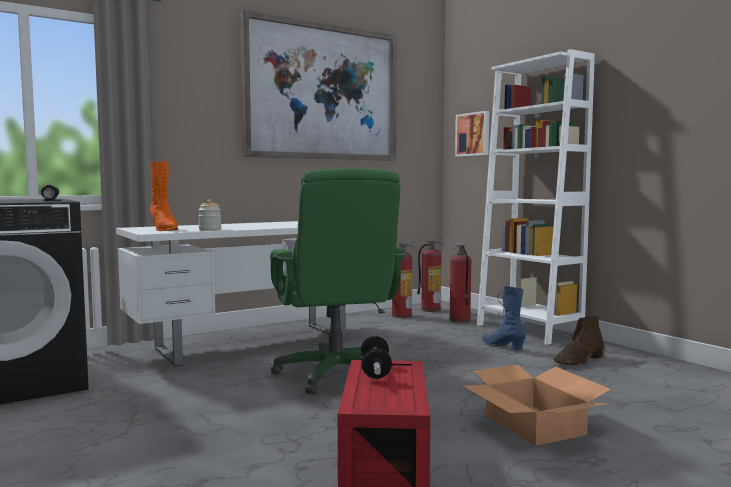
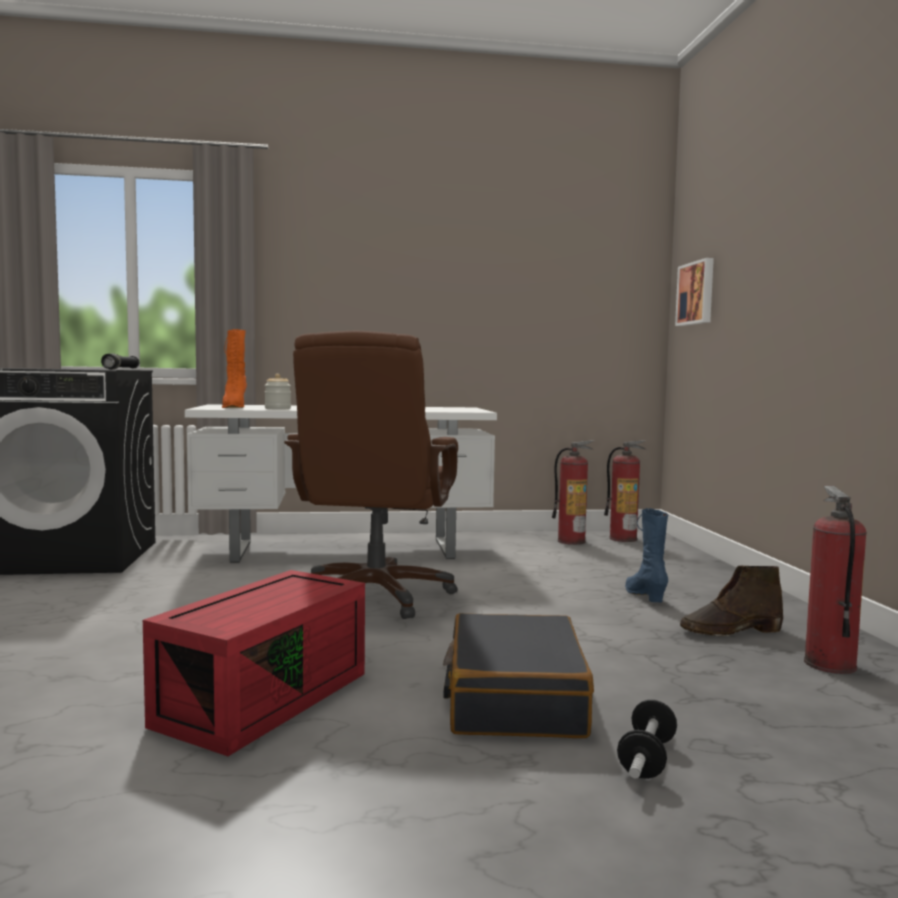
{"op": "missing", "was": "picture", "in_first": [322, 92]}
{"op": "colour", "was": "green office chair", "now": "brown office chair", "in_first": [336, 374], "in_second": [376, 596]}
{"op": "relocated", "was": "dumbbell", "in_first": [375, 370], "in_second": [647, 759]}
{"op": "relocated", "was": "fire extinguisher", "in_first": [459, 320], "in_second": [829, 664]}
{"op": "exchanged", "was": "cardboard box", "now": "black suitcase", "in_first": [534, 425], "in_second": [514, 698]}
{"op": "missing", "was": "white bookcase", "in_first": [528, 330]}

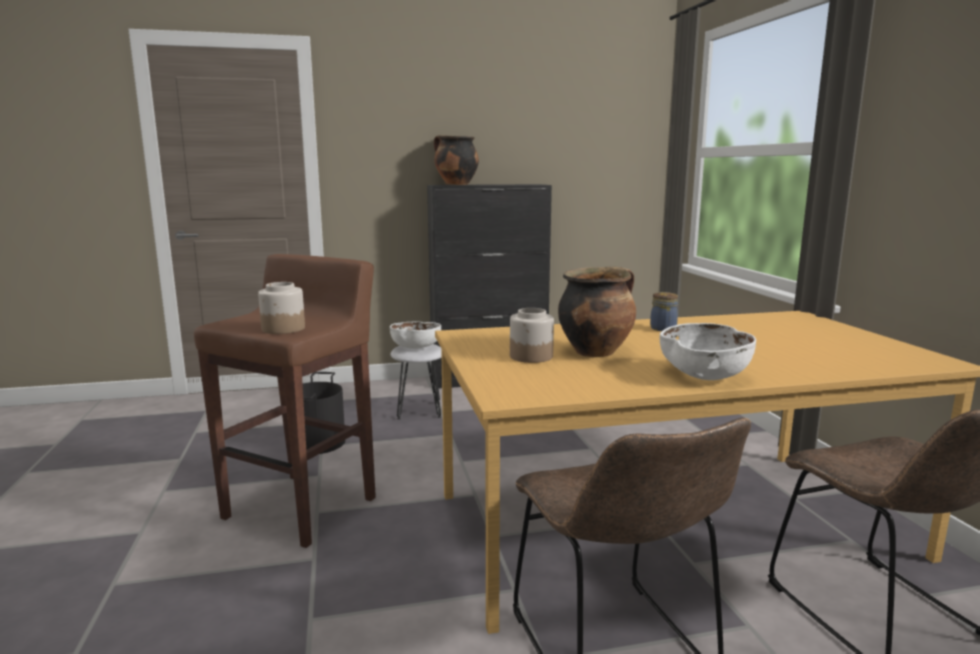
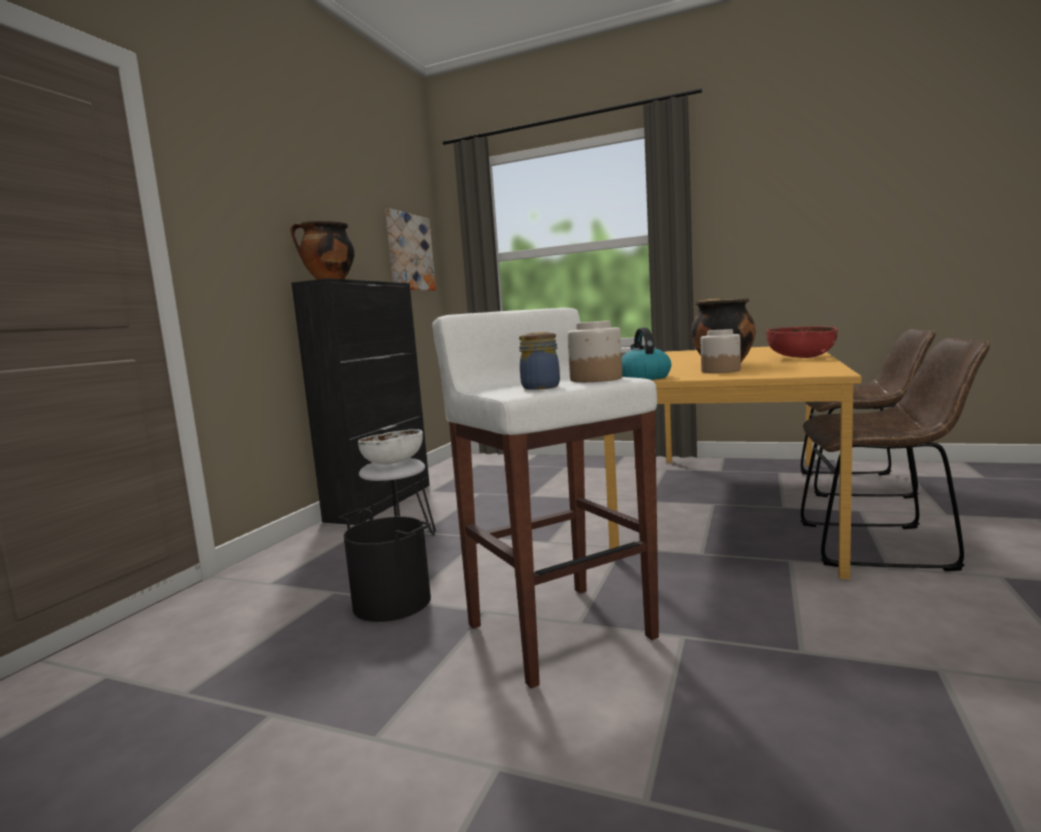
{"op": "colour", "was": "brown stool", "now": "white stool", "in_first": [302, 507], "in_second": [558, 630]}
{"op": "relocated", "was": "jar", "in_first": [663, 328], "in_second": [539, 387]}
{"op": "colour", "was": "white bowl", "now": "red bowl", "in_first": [705, 375], "in_second": [800, 358]}
{"op": "appeared", "now": "picture", "in_second": [409, 252]}
{"op": "appeared", "now": "kettle", "in_second": [644, 378]}

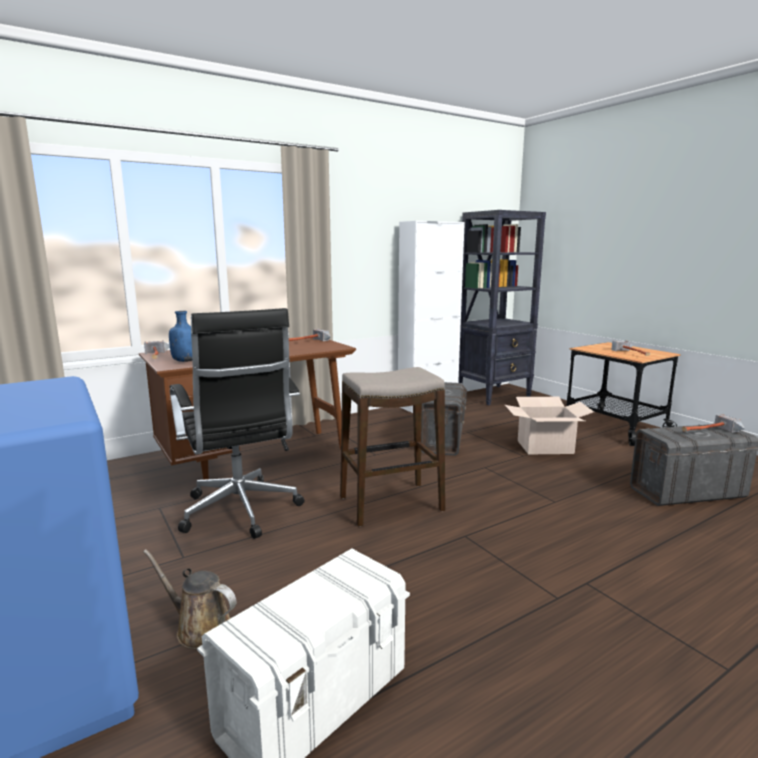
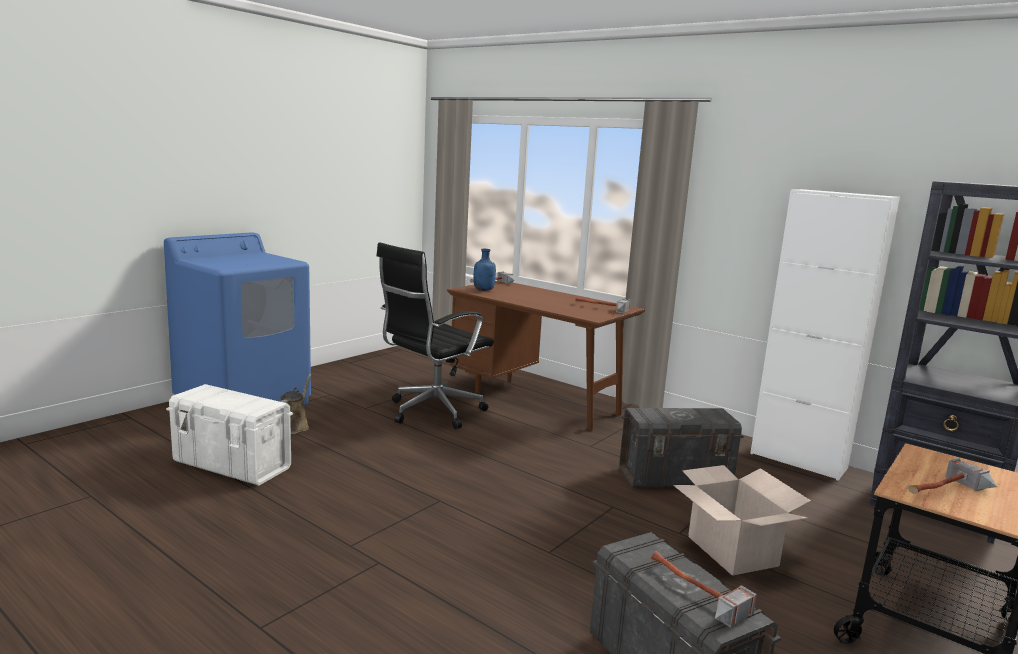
{"op": "missing", "was": "stool", "in_first": [390, 504]}

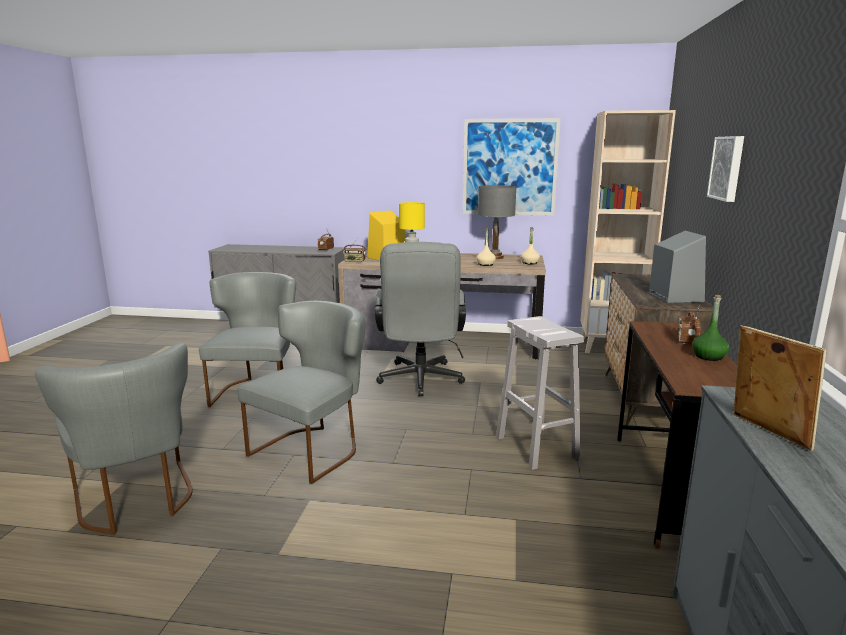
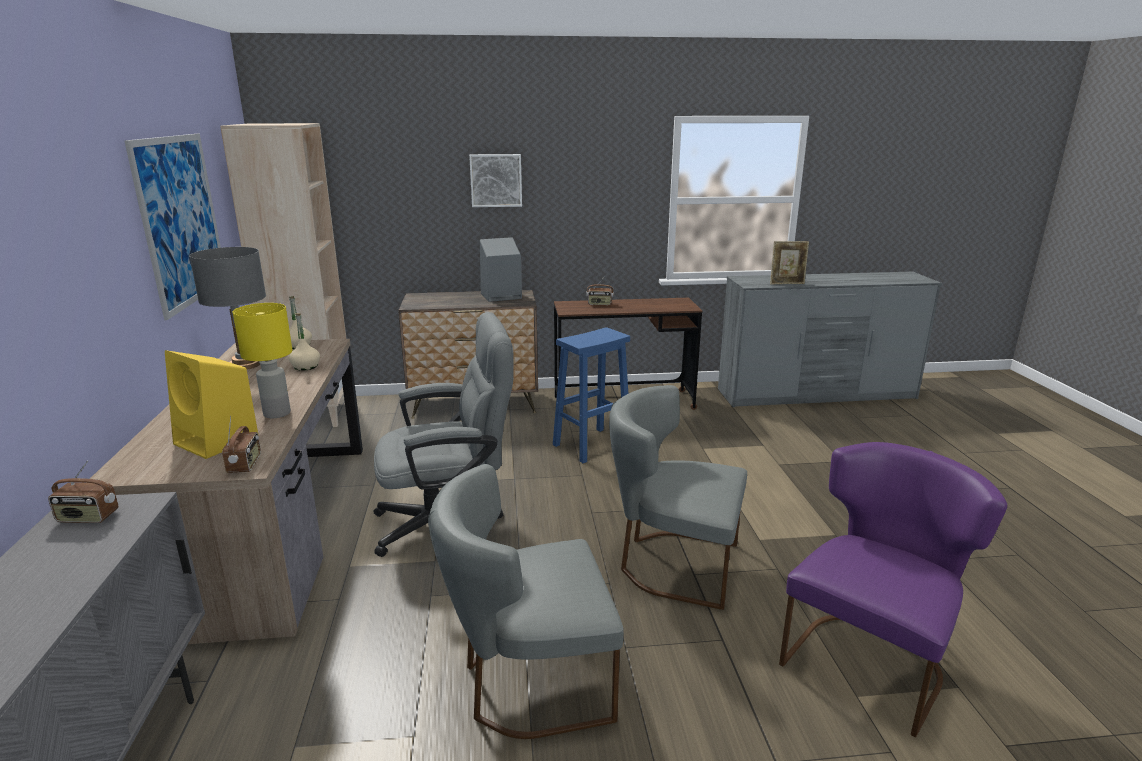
{"op": "colour", "was": "grey chair", "now": "purple chair", "in_first": [137, 502], "in_second": [870, 658]}
{"op": "colour", "was": "white stool", "now": "blue stool", "in_first": [535, 447], "in_second": [591, 445]}
{"op": "missing", "was": "green bottle", "in_first": [708, 356]}
{"op": "spun", "was": "picture frame", "in_first": [766, 432], "in_second": [787, 283], "clockwise": -150}

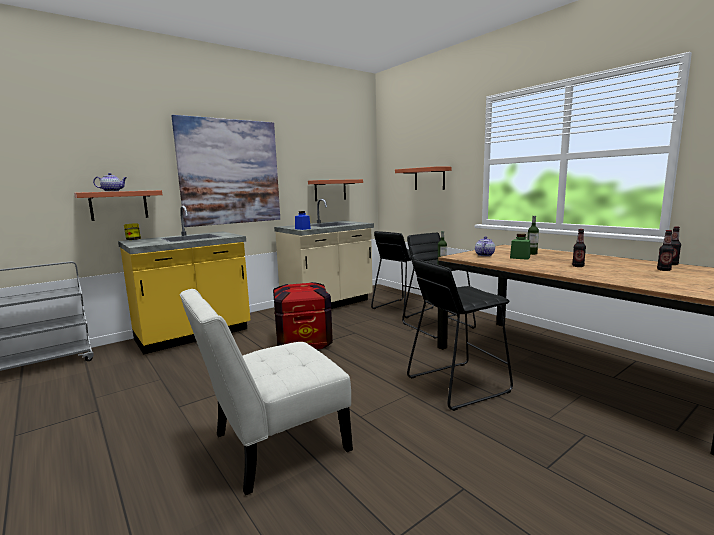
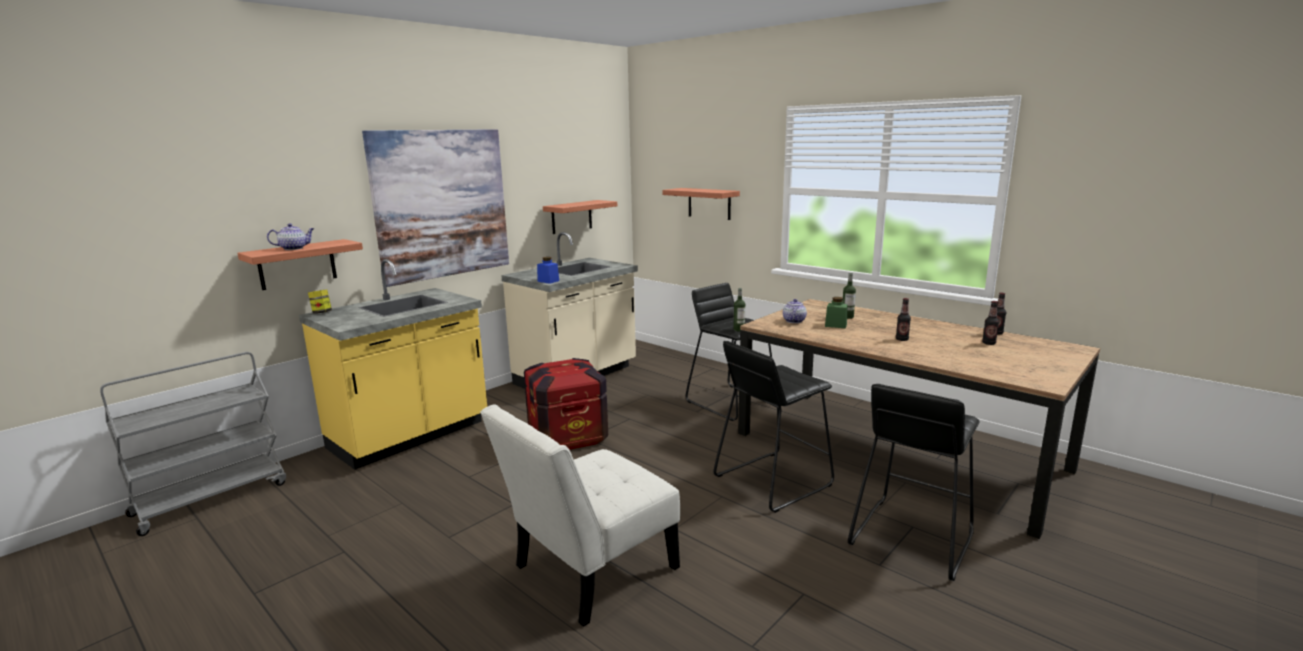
{"op": "relocated", "was": "black stool", "in_first": [402, 308], "in_second": [911, 537]}

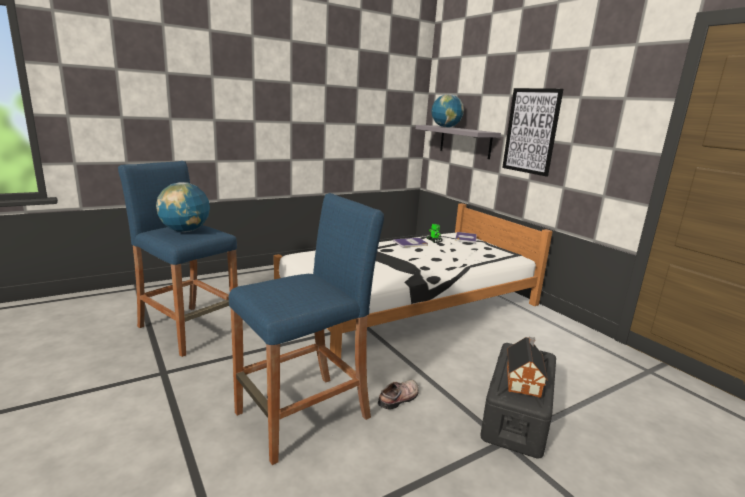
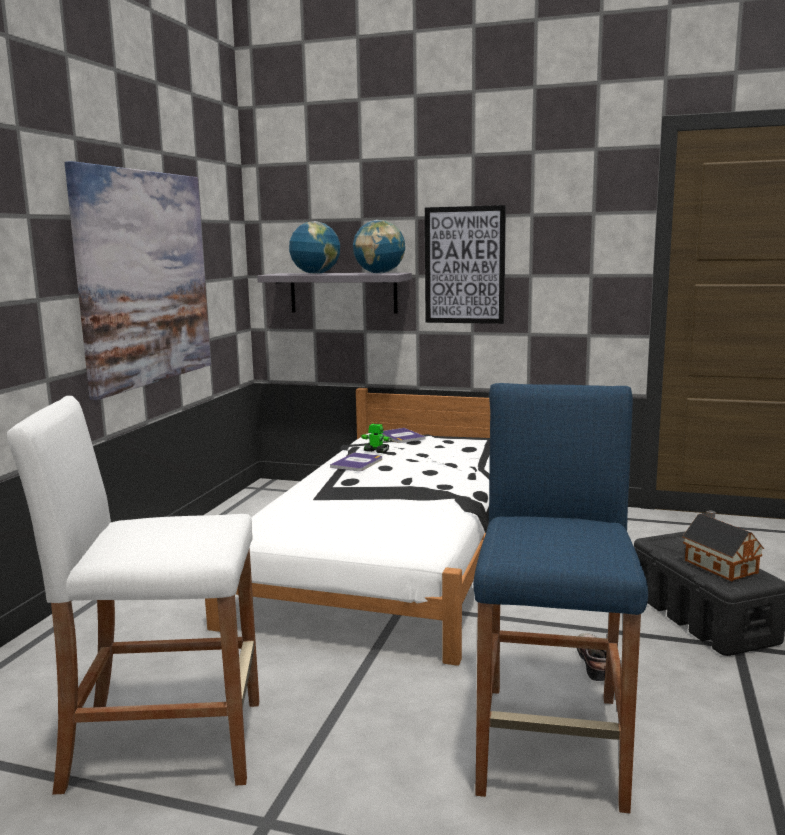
{"op": "colour", "was": "blue stool", "now": "white stool", "in_first": [188, 329], "in_second": [166, 744]}
{"op": "relocated", "was": "globe", "in_first": [185, 231], "in_second": [379, 273]}
{"op": "appeared", "now": "picture", "in_second": [145, 278]}

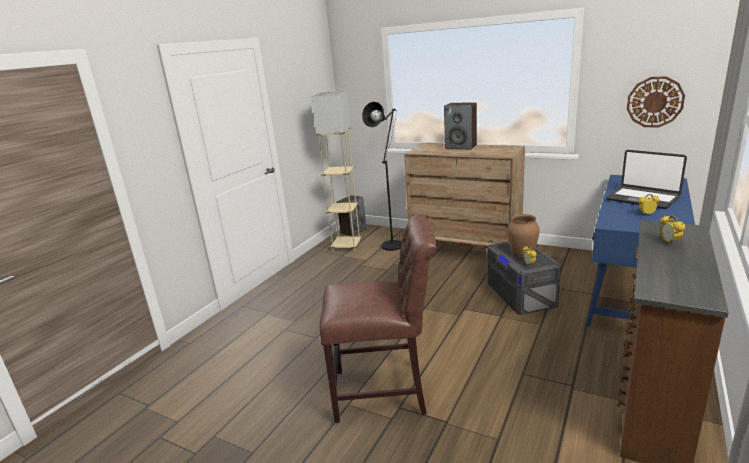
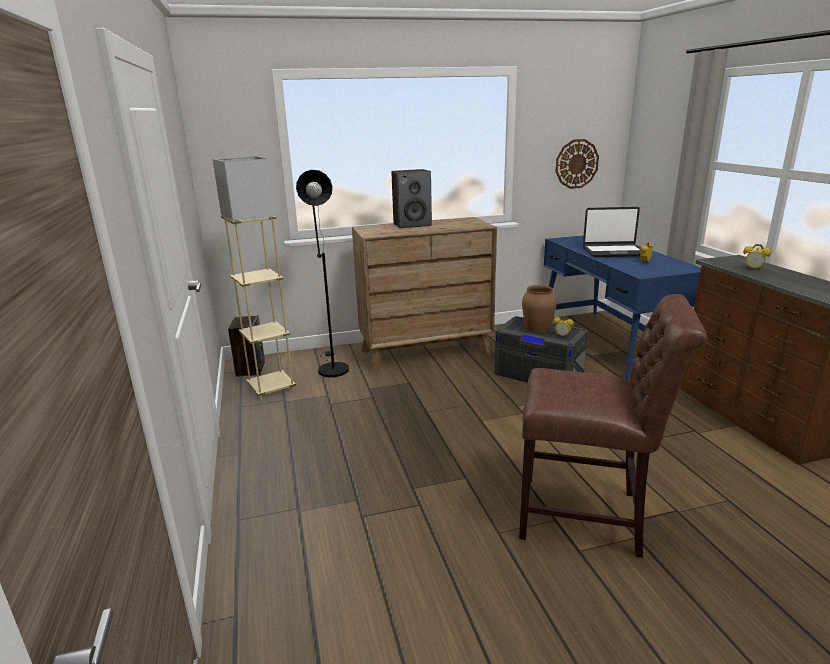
{"op": "spun", "was": "brown chair", "in_first": [386, 391], "in_second": [588, 516], "clockwise": 60}

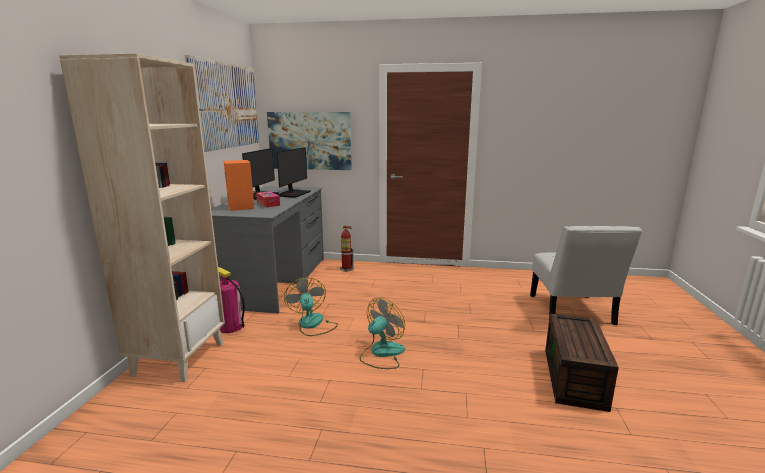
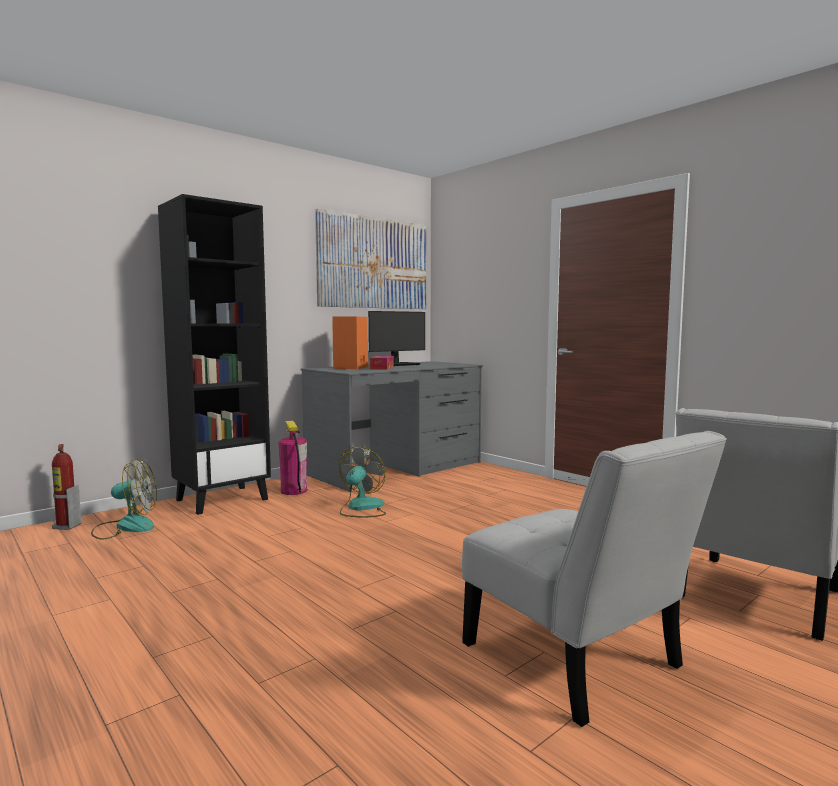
{"op": "colour", "was": "beige bookcase", "now": "black bookcase", "in_first": [179, 358], "in_second": [222, 499]}
{"op": "missing", "was": "picture", "in_first": [310, 141]}
{"op": "missing", "was": "monitor", "in_first": [293, 194]}
{"op": "relocated", "was": "fire extinguisher", "in_first": [346, 269], "in_second": [66, 526]}
{"op": "relocated", "was": "fan", "in_first": [381, 353], "in_second": [125, 527]}
{"op": "exchanged", "was": "brown storage box", "now": "white chair", "in_first": [576, 378], "in_second": [578, 662]}

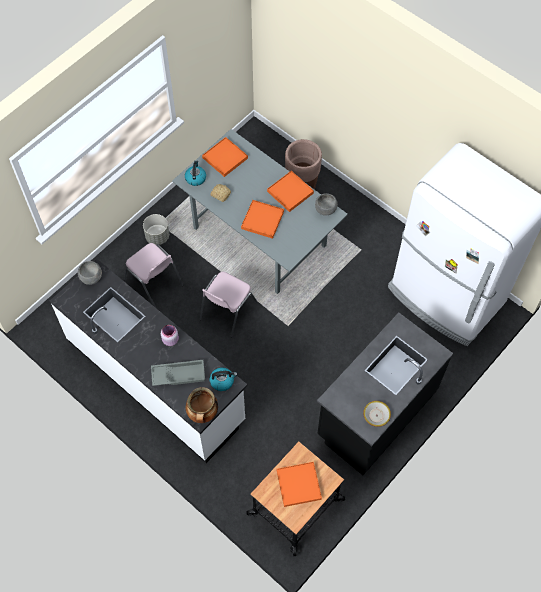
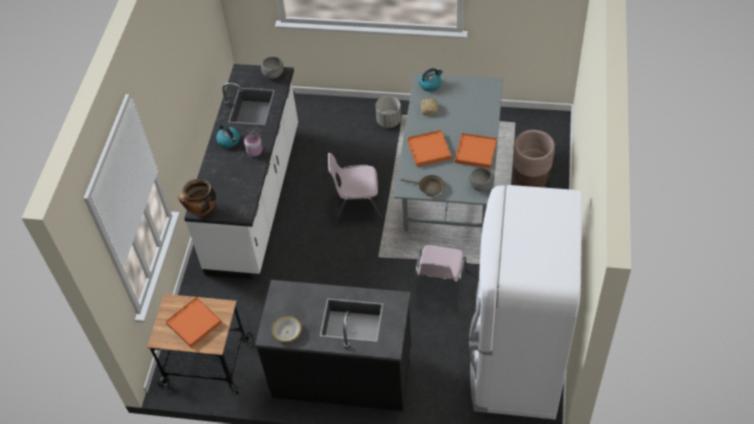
{"op": "relocated", "was": "pink chair", "in_first": [154, 283], "in_second": [439, 289]}
{"op": "missing", "was": "grey tray", "in_first": [179, 374]}
{"op": "missing", "was": "orange tray", "in_first": [225, 158]}
{"op": "relocated", "was": "kettle", "in_first": [222, 381], "in_second": [229, 141]}
{"op": "appeared", "now": "brown frying pan", "in_second": [429, 188]}

